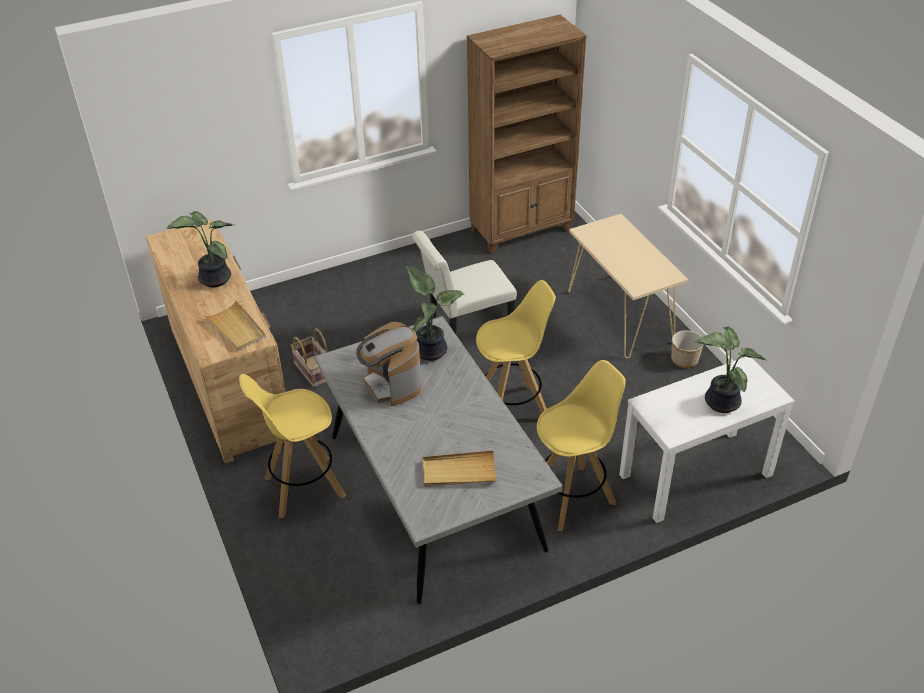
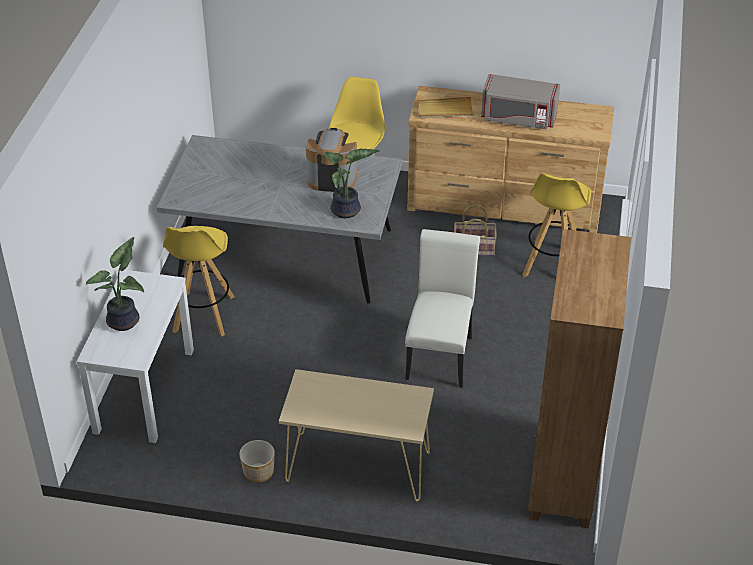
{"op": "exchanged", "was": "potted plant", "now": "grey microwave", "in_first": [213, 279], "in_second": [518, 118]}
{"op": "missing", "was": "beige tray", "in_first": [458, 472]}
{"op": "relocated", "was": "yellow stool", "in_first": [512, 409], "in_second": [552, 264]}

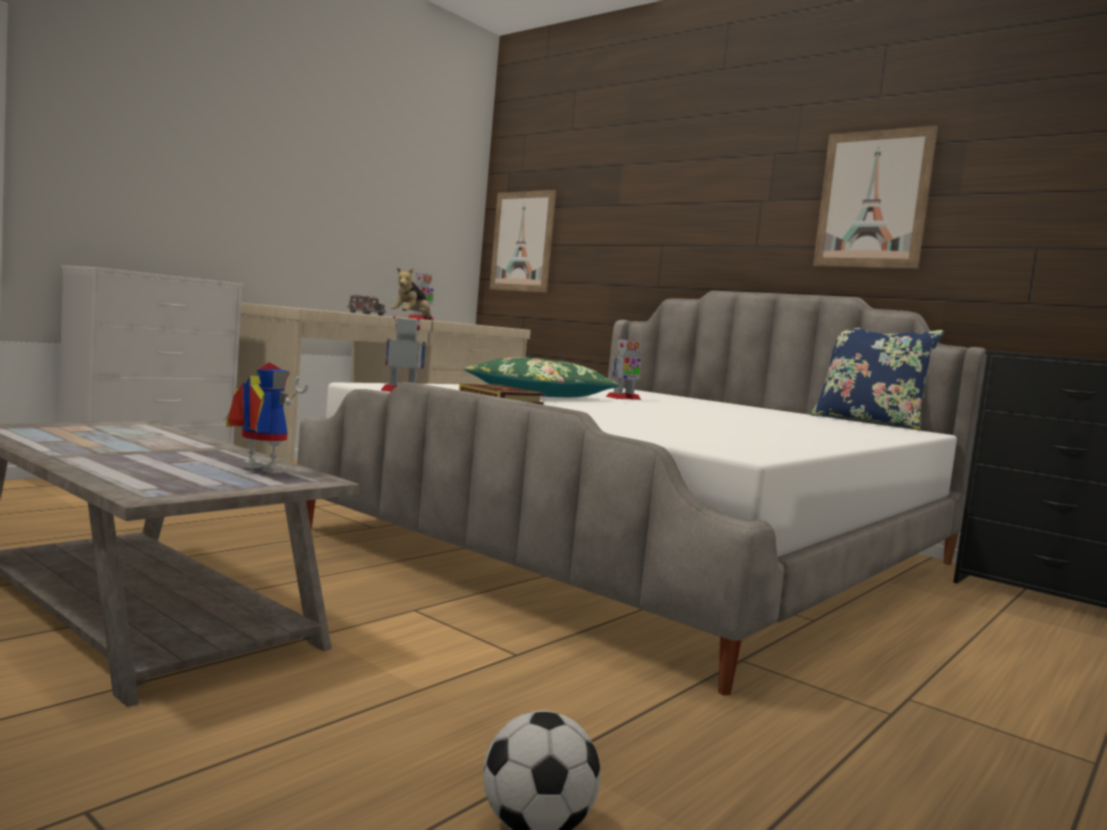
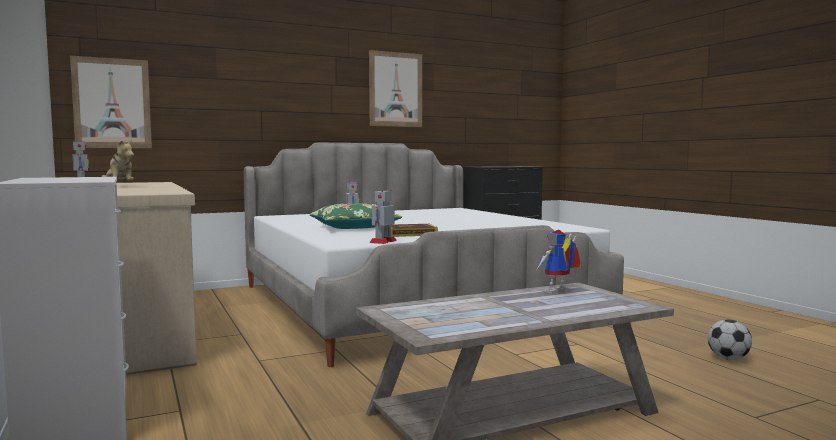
{"op": "missing", "was": "toy truck", "in_first": [366, 314]}
{"op": "missing", "was": "blue pillow", "in_first": [868, 422]}

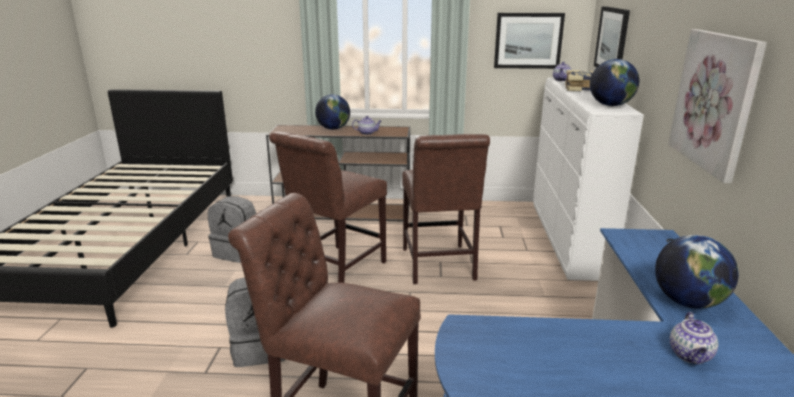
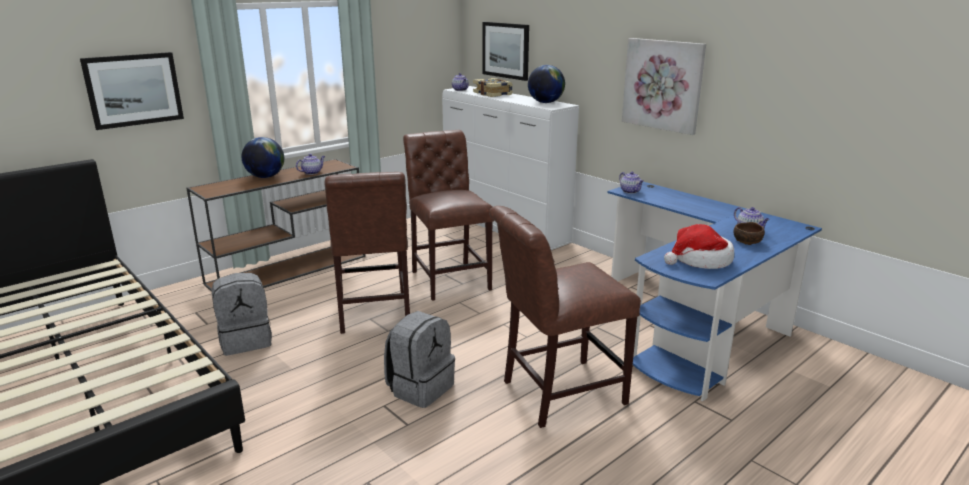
{"op": "spun", "was": "brown chair", "in_first": [438, 266], "in_second": [449, 278], "clockwise": -150}
{"op": "relocated", "was": "picture", "in_first": [528, 40], "in_second": [134, 90]}
{"op": "missing", "was": "globe", "in_first": [688, 302]}
{"op": "appeared", "now": "teapot", "in_second": [630, 191]}
{"op": "appeared", "now": "hat", "in_second": [700, 260]}
{"op": "appeared", "now": "brown bowl", "in_second": [747, 241]}

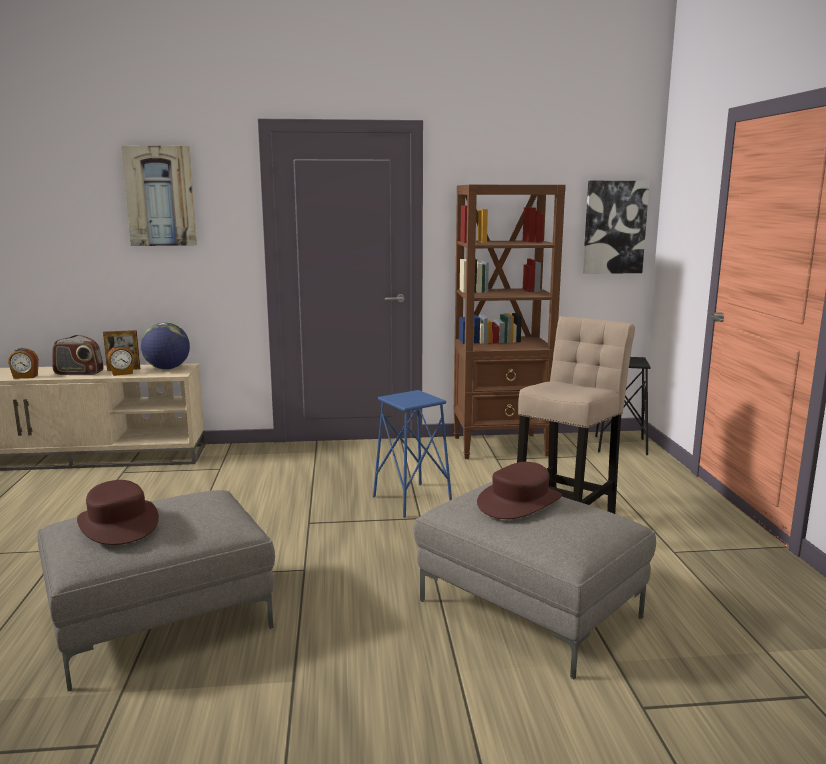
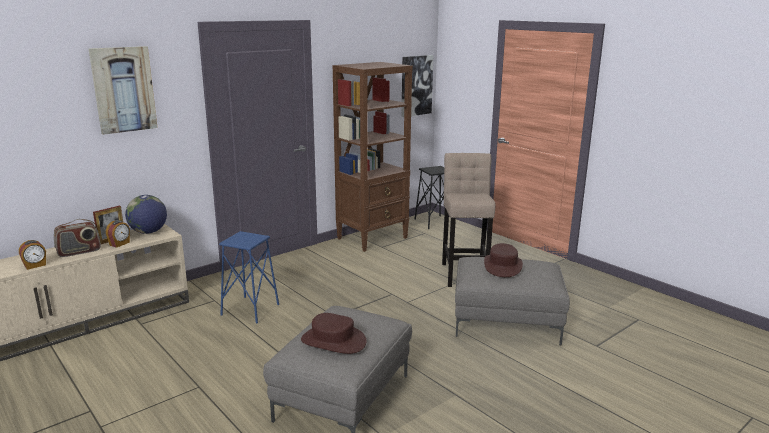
{"op": "relocated", "was": "blue stool", "in_first": [412, 500], "in_second": [250, 310]}

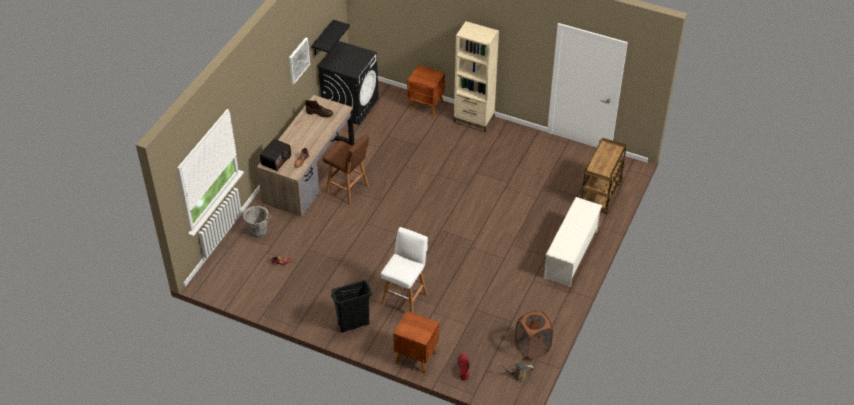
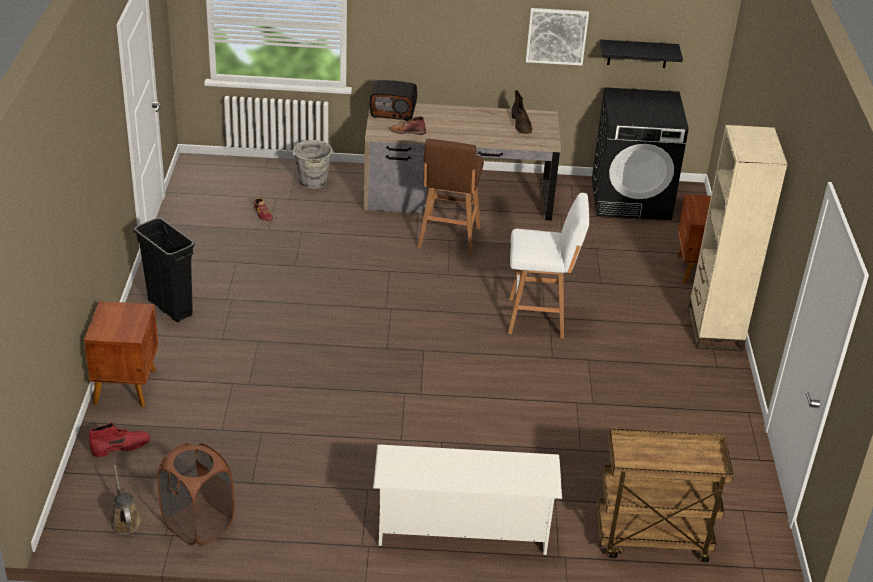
{"op": "relocated", "was": "white stool", "in_first": [405, 298], "in_second": [539, 318]}

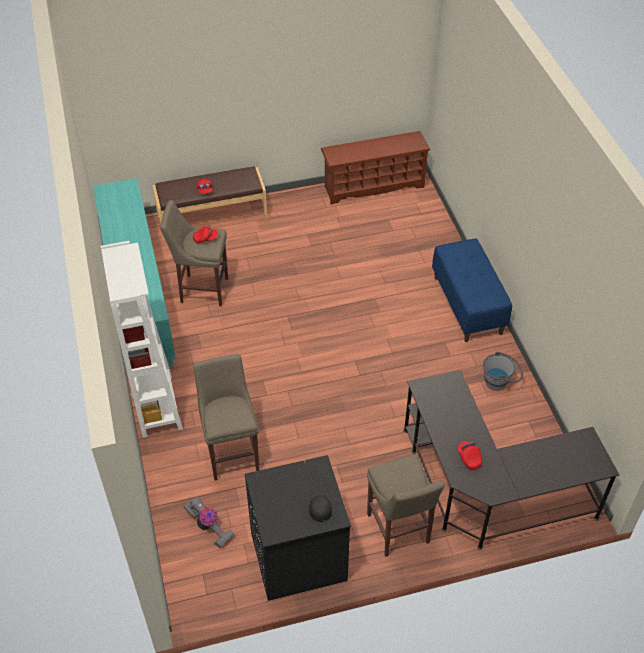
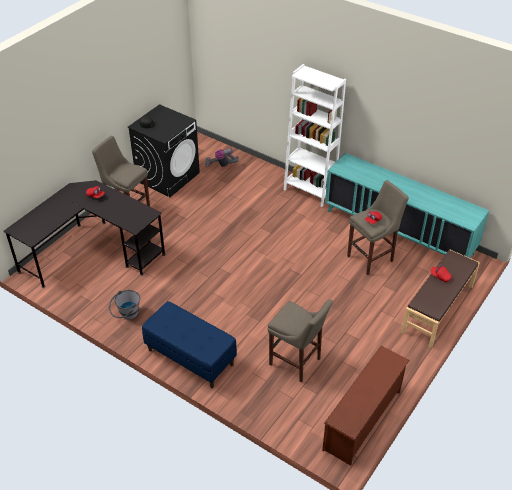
{"op": "relocated", "was": "beige stool", "in_first": [232, 453], "in_second": [297, 363]}

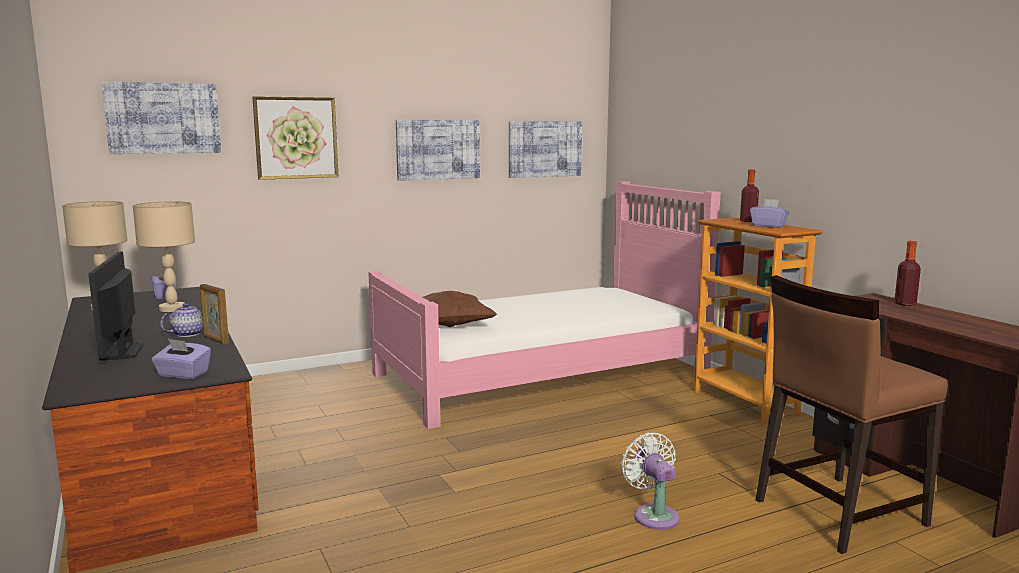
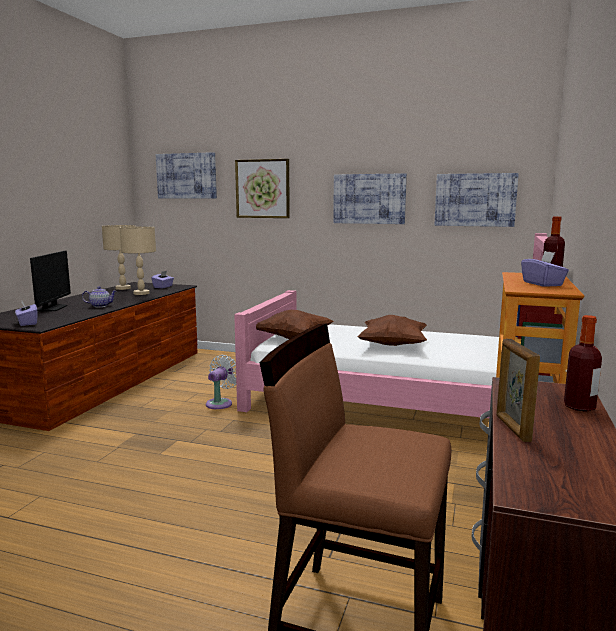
{"op": "spun", "was": "monitor", "in_first": [122, 352], "in_second": [52, 308], "clockwise": 150}
{"op": "relocated", "was": "picture frame", "in_first": [215, 340], "in_second": [512, 428]}
{"op": "relocated", "was": "white fan", "in_first": [653, 515], "in_second": [220, 403]}
{"op": "appeared", "now": "brown pillow", "in_second": [393, 345]}

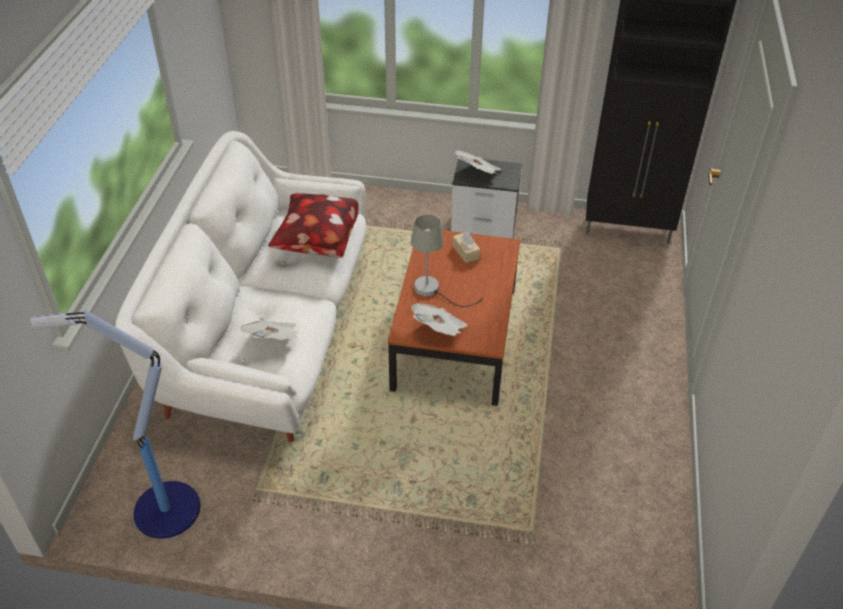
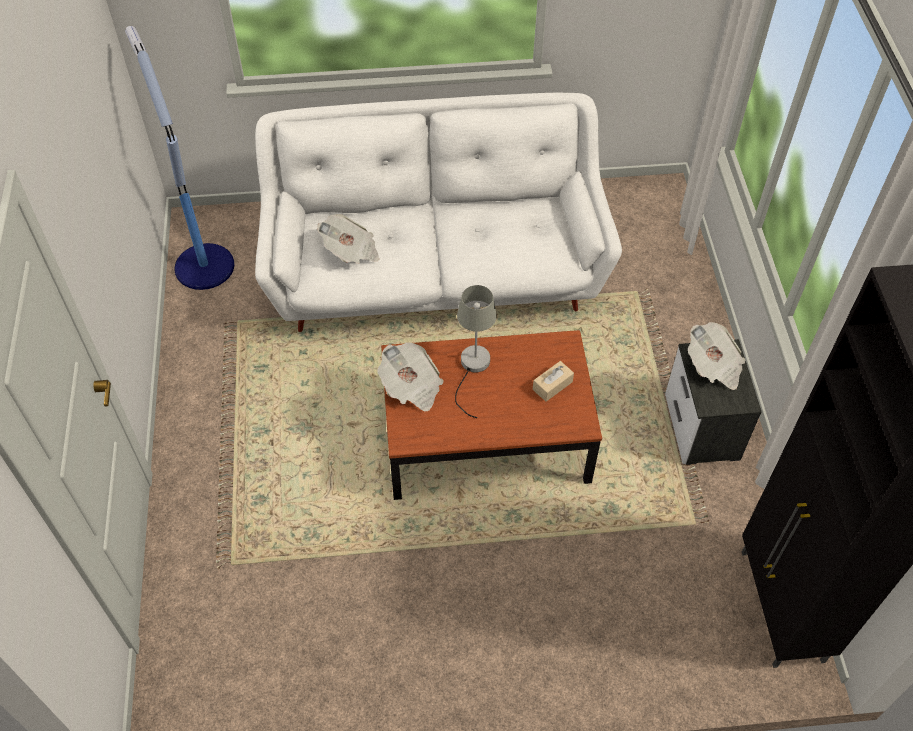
{"op": "missing", "was": "pillow", "in_first": [316, 243]}

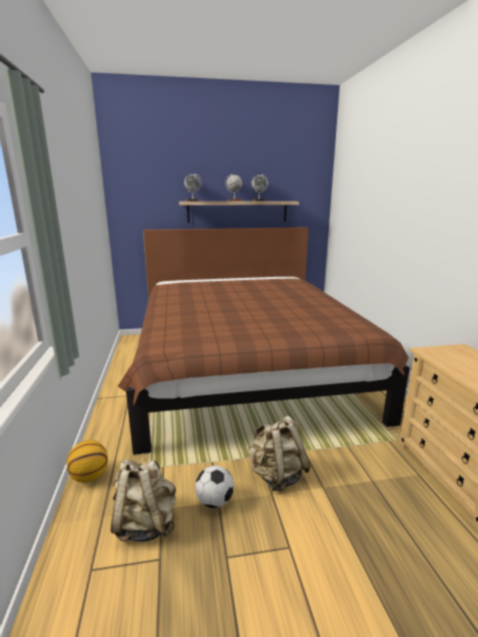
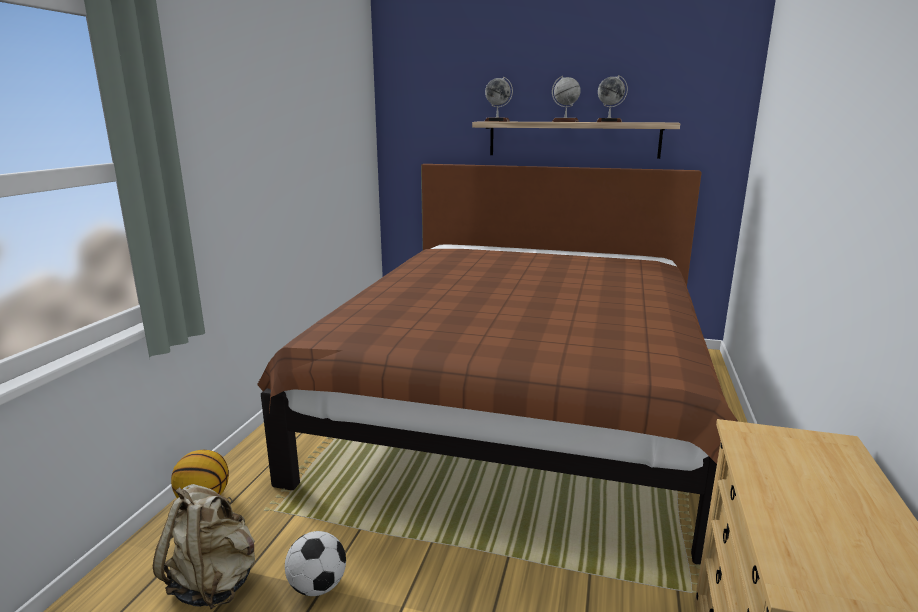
{"op": "missing", "was": "beige backpack", "in_first": [276, 476]}

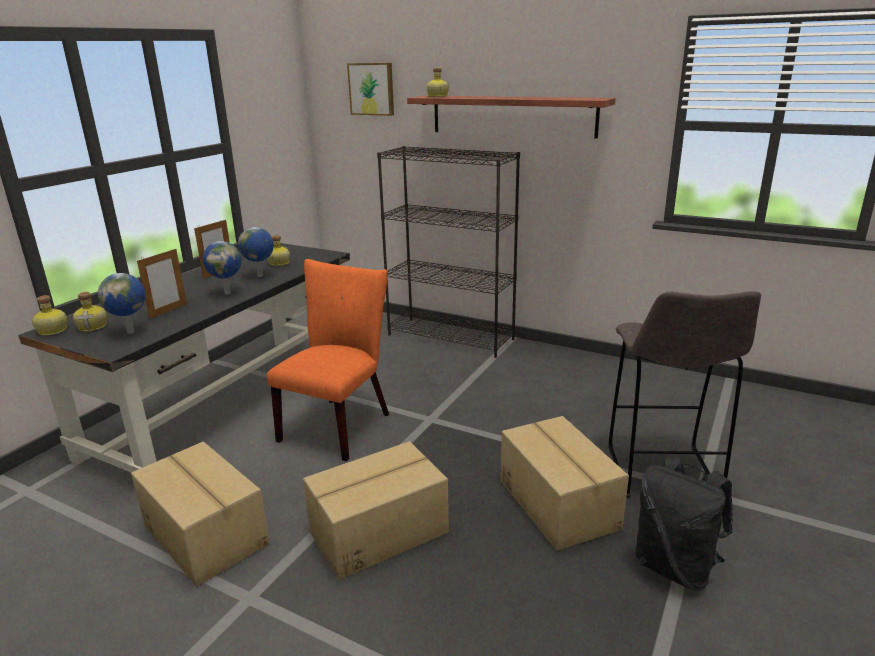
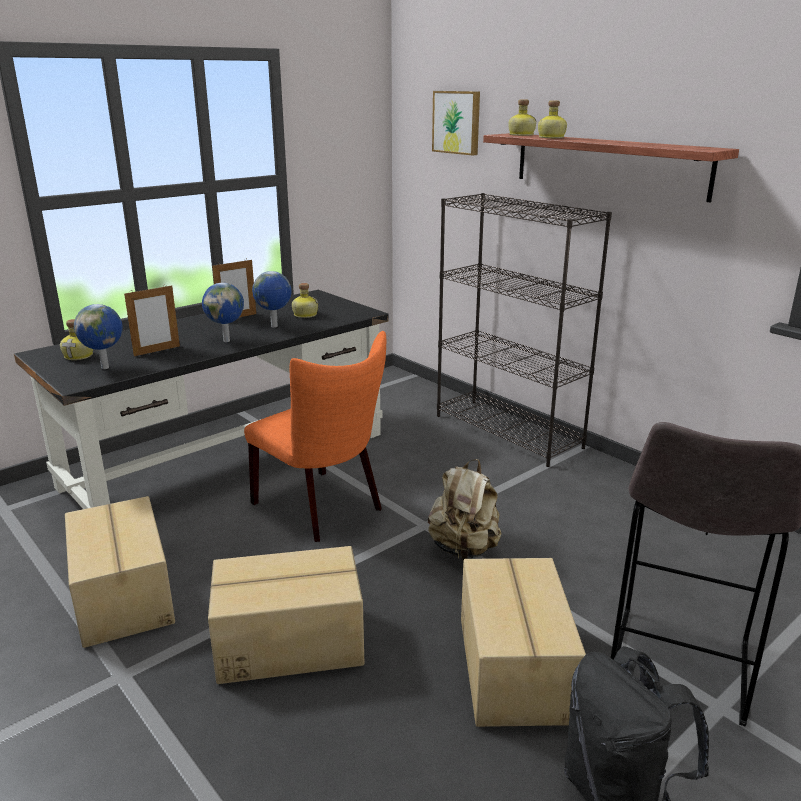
{"op": "relocated", "was": "bottle", "in_first": [51, 331], "in_second": [550, 138]}
{"op": "spun", "was": "orange chair", "in_first": [340, 424], "in_second": [323, 508], "clockwise": 90}
{"op": "appeared", "now": "beige backpack", "in_second": [464, 549]}

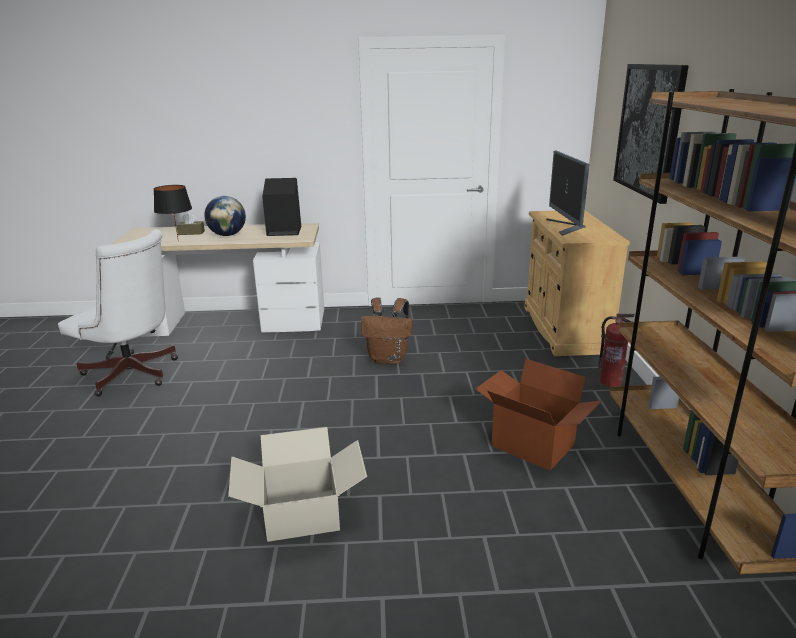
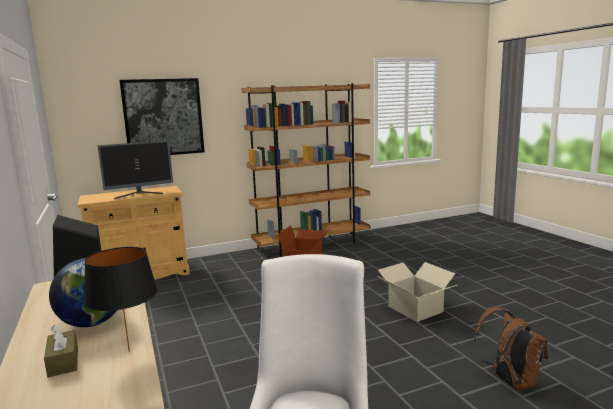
{"op": "relocated", "was": "brown backpack", "in_first": [388, 359], "in_second": [510, 381]}
{"op": "missing", "was": "fire extinguisher", "in_first": [610, 382]}

